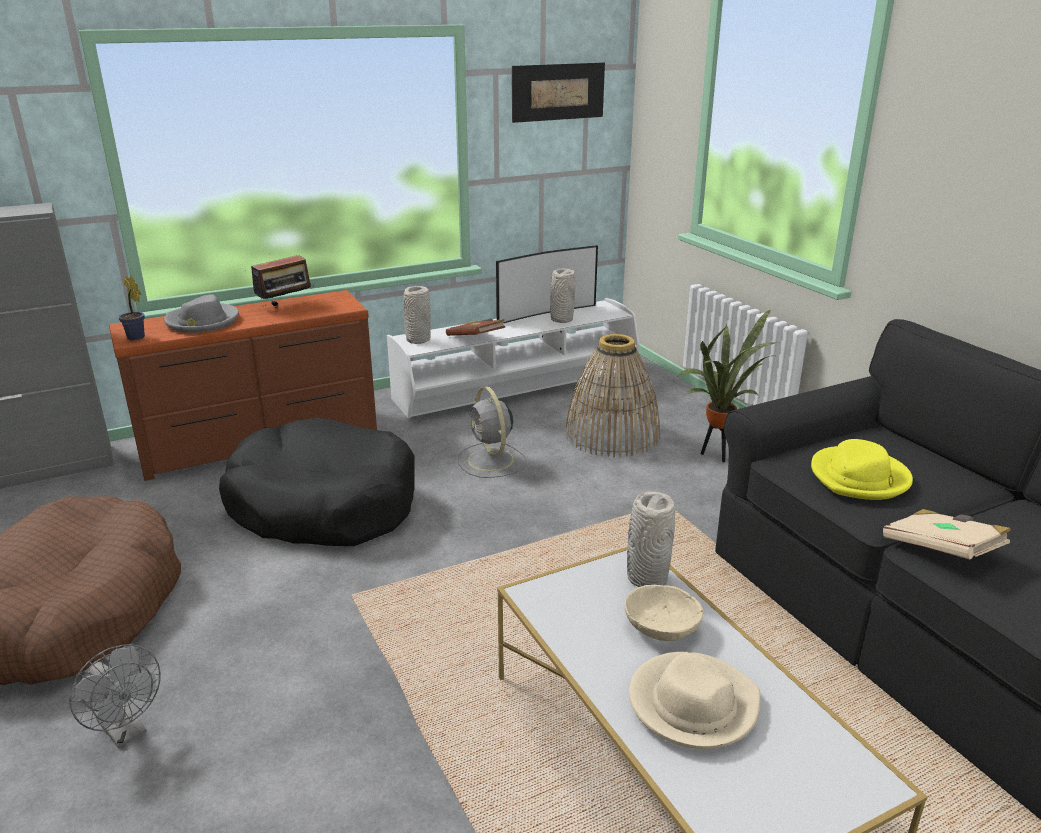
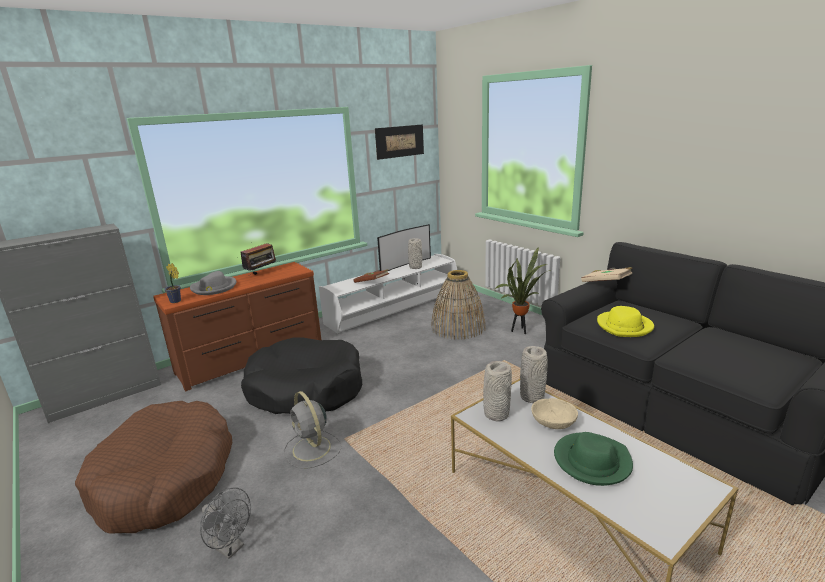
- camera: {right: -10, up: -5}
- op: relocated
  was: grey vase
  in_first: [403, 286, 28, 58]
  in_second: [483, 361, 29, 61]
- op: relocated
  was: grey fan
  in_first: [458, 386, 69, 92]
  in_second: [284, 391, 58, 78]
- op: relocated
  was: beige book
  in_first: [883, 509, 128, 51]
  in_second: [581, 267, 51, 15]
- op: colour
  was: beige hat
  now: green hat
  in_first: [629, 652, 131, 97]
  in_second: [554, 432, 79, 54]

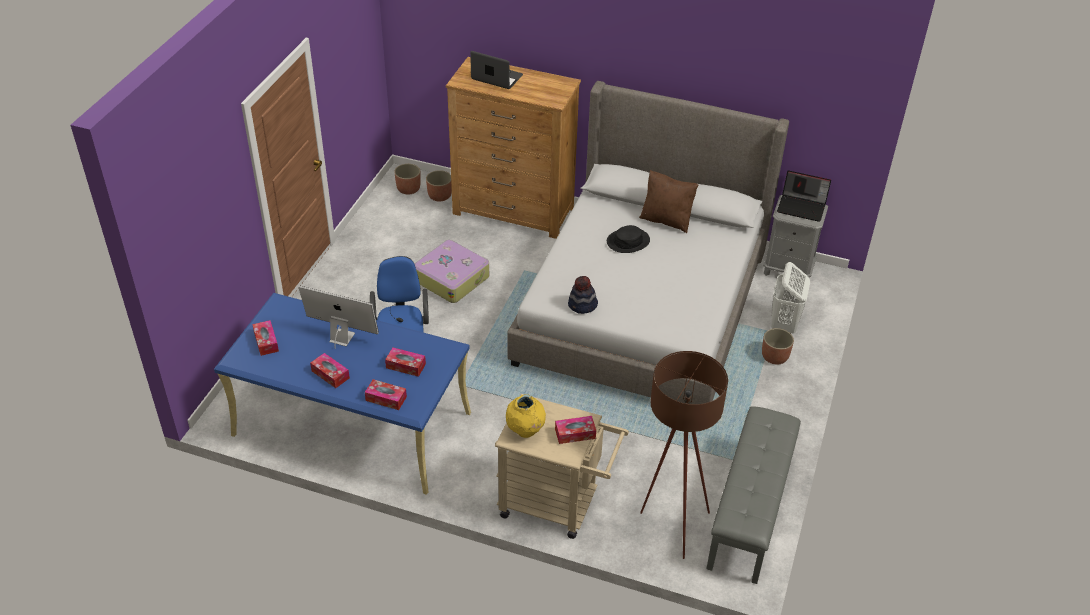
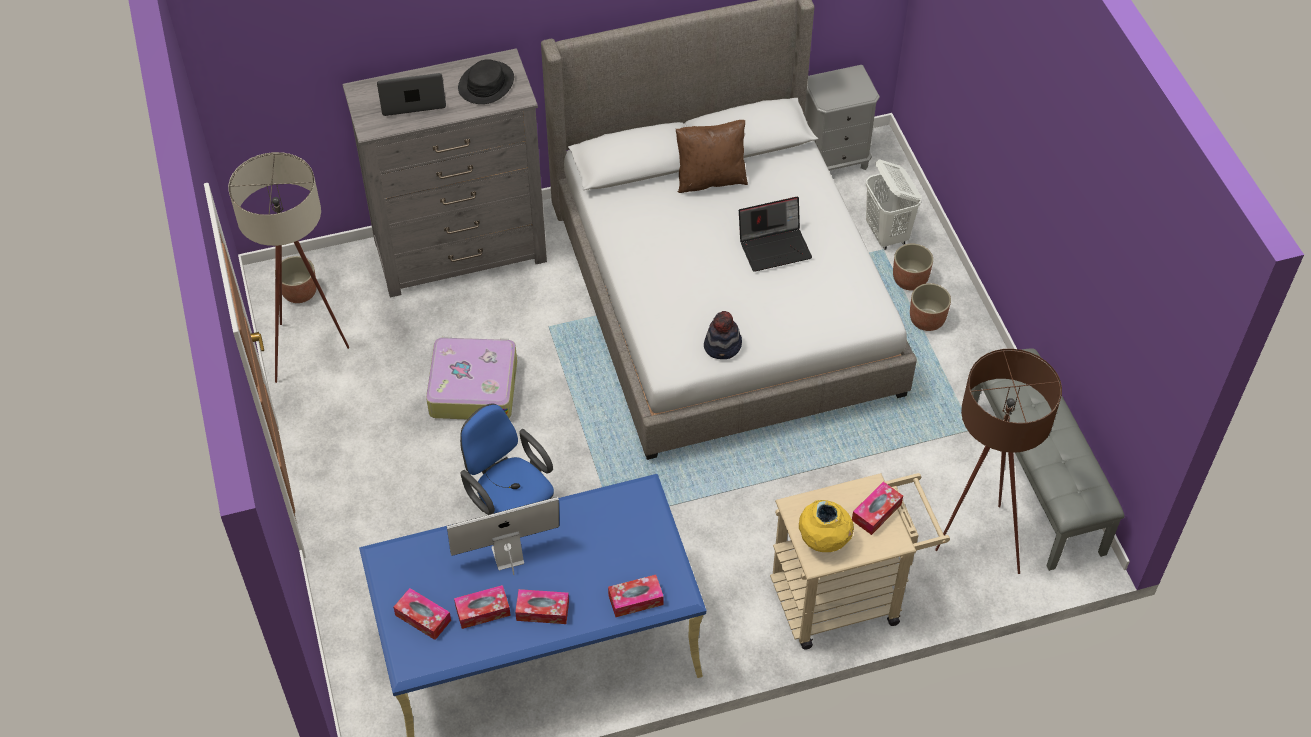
- camera: {right: -35, up: 10}
- op: appeared
  now: beige floor lamp
  in_second: [228, 152, 121, 231]
- op: relocated
  was: tissue box
  in_first: [385, 348, 41, 29]
  in_second: [454, 585, 57, 44]
- op: relocated
  was: planter
  in_first: [426, 170, 26, 32]
  in_second: [910, 283, 41, 48]
- op: relocated
  was: black hat
  in_first: [607, 225, 43, 28]
  in_second: [458, 59, 56, 45]
- op: relocated
  was: laptop
  in_first: [777, 171, 54, 51]
  in_second: [739, 197, 73, 75]
- op: colour
  was: brown dresser
  now: grey dresser
  in_first: [446, 57, 135, 182]
  in_second: [342, 48, 205, 250]

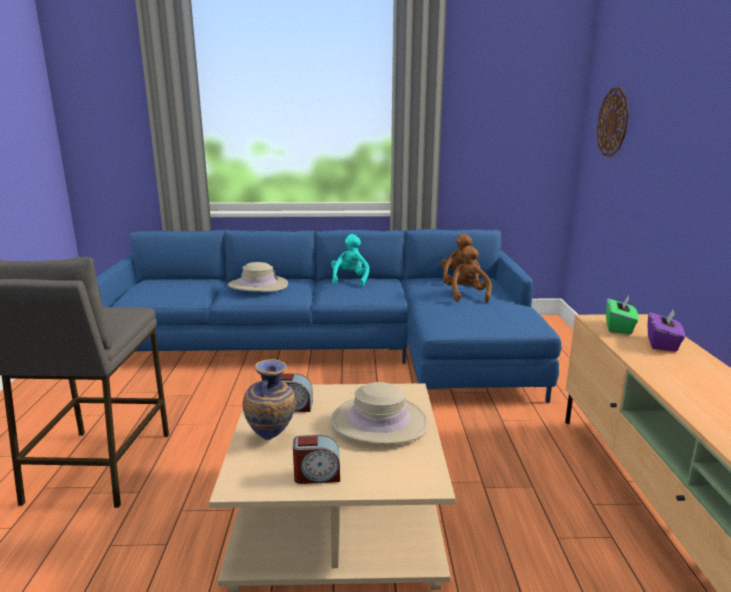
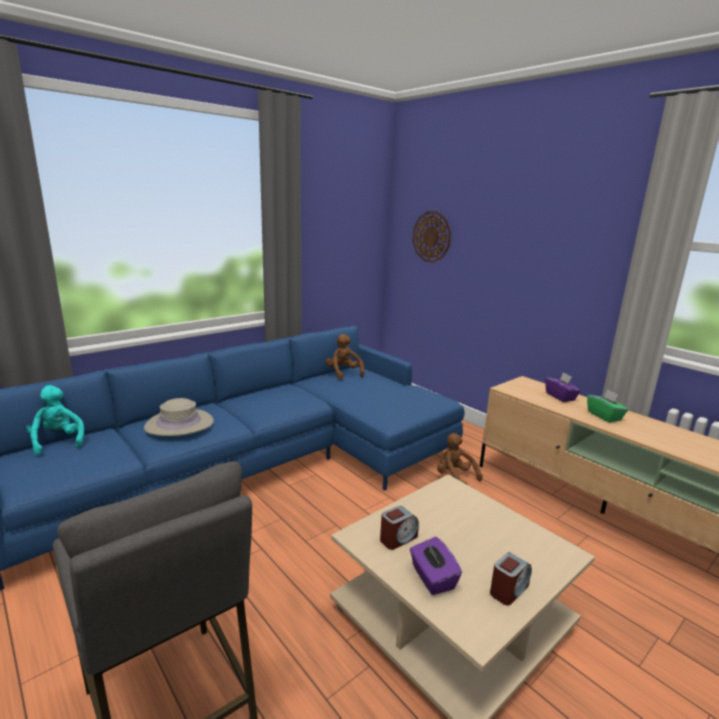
- camera: {right: -40, up: 0}
- op: missing
  was: beige hat
  in_first: [330, 382, 99, 63]
- op: relocated
  was: turquoise plush toy
  in_first: [331, 234, 38, 53]
  in_second: [26, 385, 58, 70]
- op: relocated
  was: brown plush toy
  in_first: [445, 246, 47, 57]
  in_second: [437, 433, 46, 51]
- op: relocated
  was: green tissue box
  in_first: [606, 295, 32, 39]
  in_second: [587, 389, 41, 34]
- op: exchanged
  was: vase
  now: purple tissue box
  in_first: [243, 359, 53, 81]
  in_second: [410, 537, 52, 58]

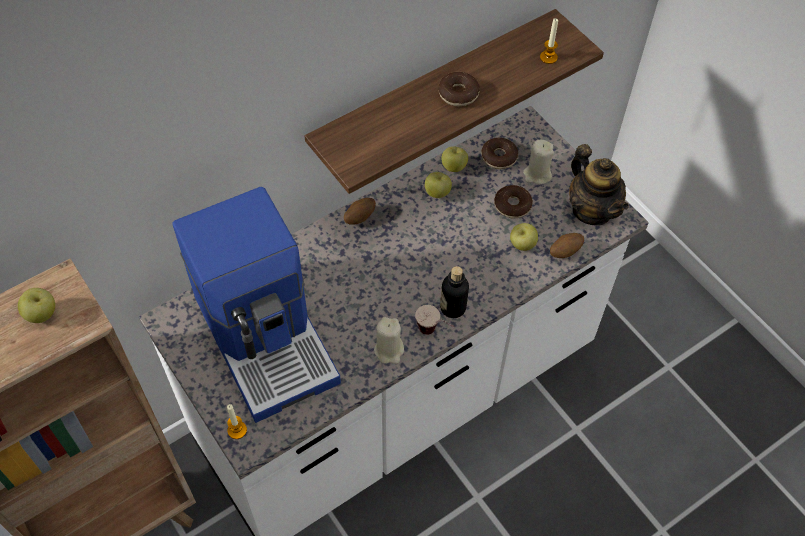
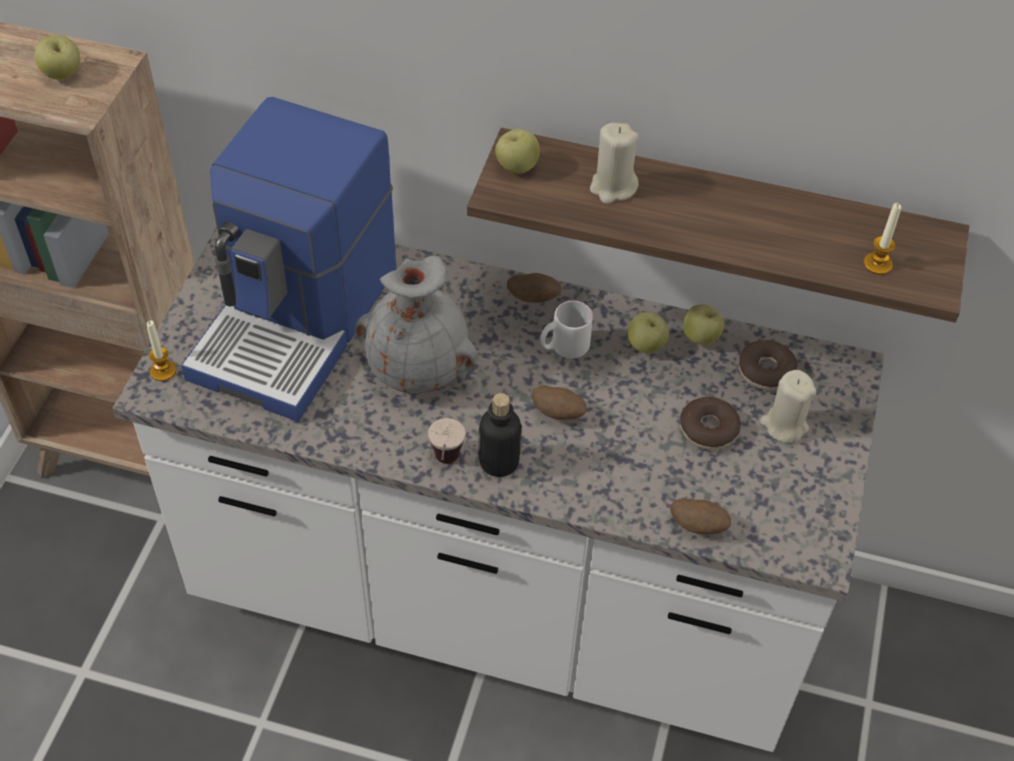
- camera: {right: 50, up: -5}
- op: missing
  was: donut
  in_first: [438, 72, 42, 34]
- op: missing
  was: teapot
  in_first: [569, 144, 60, 82]
- op: appeared
  now: grey vase
  in_second: [355, 256, 123, 138]
- op: appeared
  now: potato
  in_second: [532, 386, 55, 34]
- op: appeared
  now: white mug
  in_second: [541, 301, 52, 57]
- op: relocated
  was: beige candle
  in_first: [374, 317, 30, 47]
  in_second: [590, 123, 49, 81]
- op: relocated
  was: apple
  in_first: [510, 223, 28, 28]
  in_second: [495, 129, 45, 44]

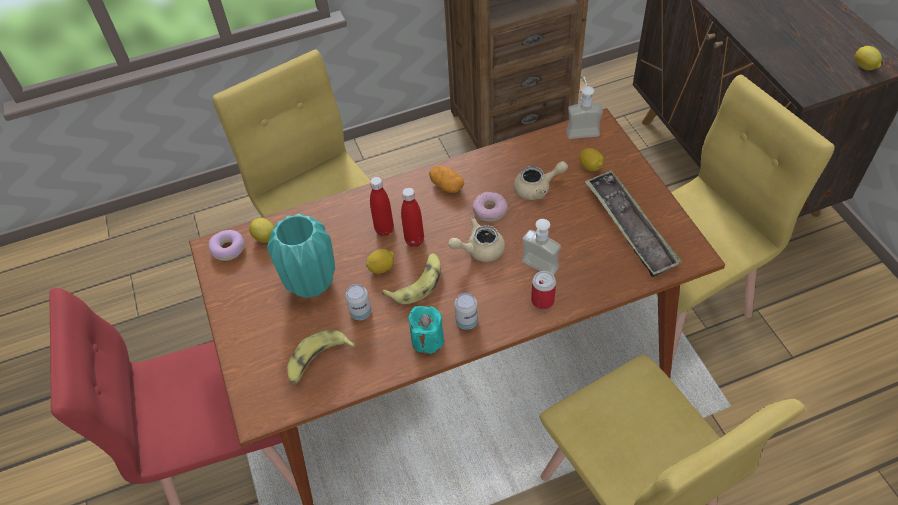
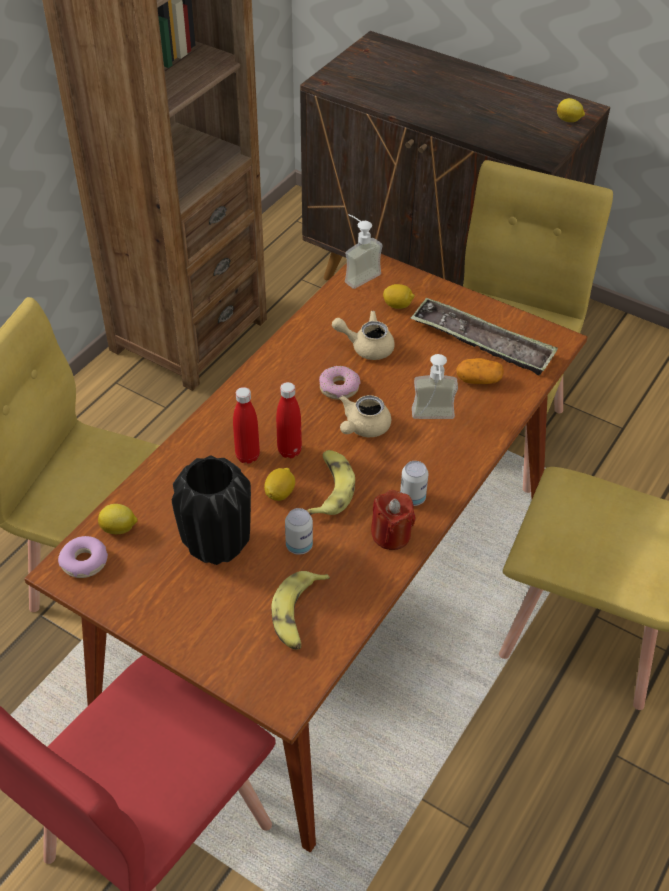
- camera: {right: -40, up: -5}
- op: missing
  was: can
  in_first: [531, 271, 25, 38]
- op: relocated
  was: potato
  in_first: [429, 166, 35, 27]
  in_second: [456, 358, 48, 26]
- op: colour
  was: turquoise vase
  now: black vase
  in_first: [267, 214, 68, 84]
  in_second: [172, 455, 79, 110]
- op: colour
  was: turquoise candle
  now: red candle
  in_first: [408, 306, 36, 49]
  in_second: [371, 490, 45, 60]
- op: spun
  was: beige teapot
  in_first: [514, 161, 54, 39]
  in_second: [332, 311, 63, 49]
  clockwise: -120

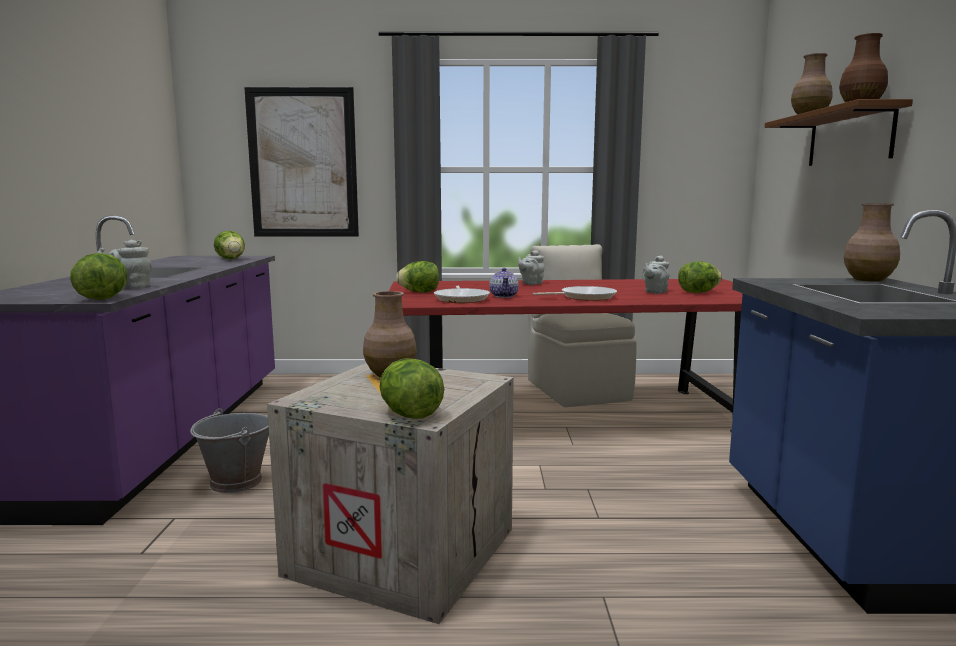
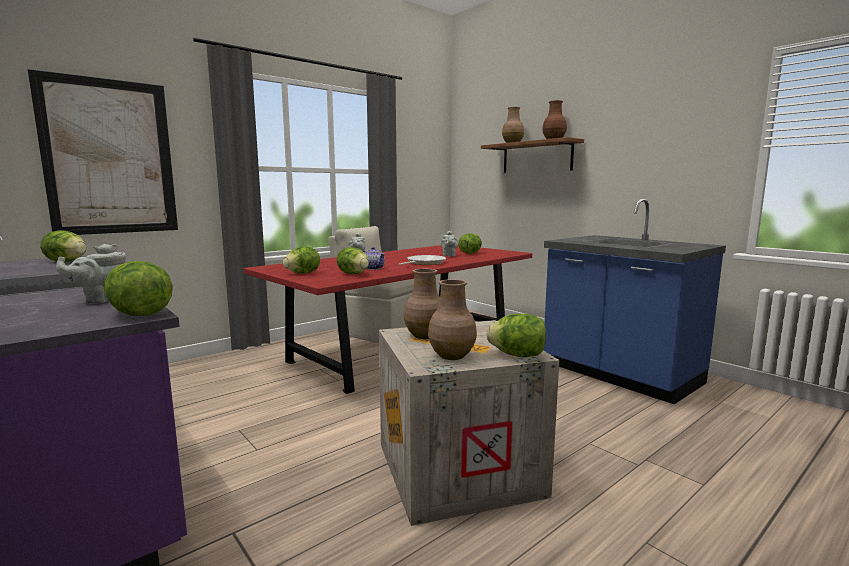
- camera: {right: -40, up: 0}
- op: missing
  was: grey bucket
  in_first: [190, 408, 79, 85]
- op: relocated
  was: brown vase
  in_first: [844, 204, 56, 78]
  in_second: [428, 279, 49, 81]
- op: exchanged
  was: frying pan
  now: lettuce
  in_first: [434, 285, 56, 18]
  in_second: [337, 247, 32, 27]

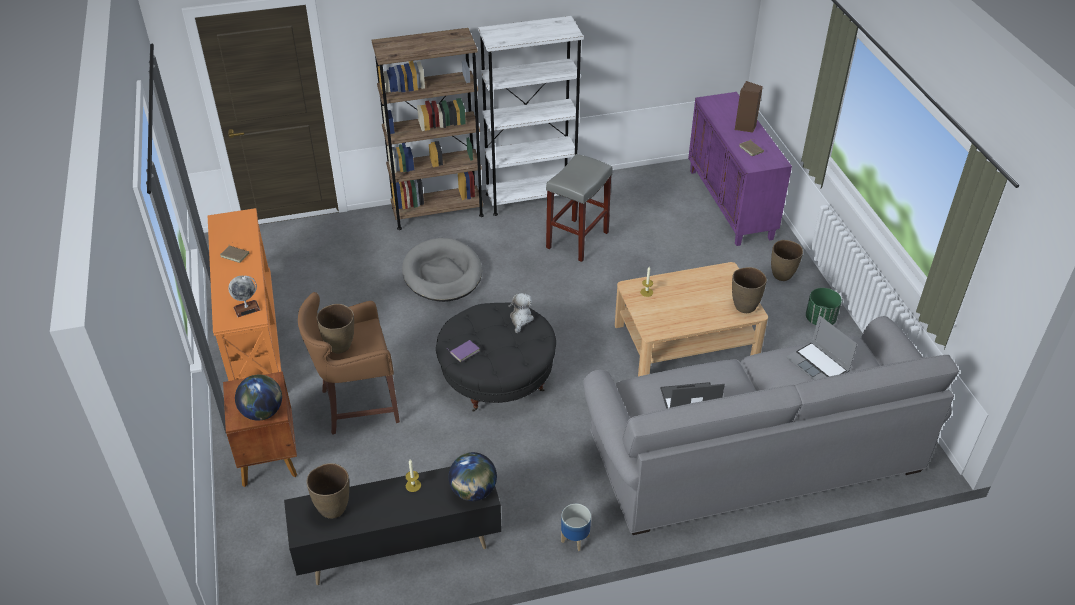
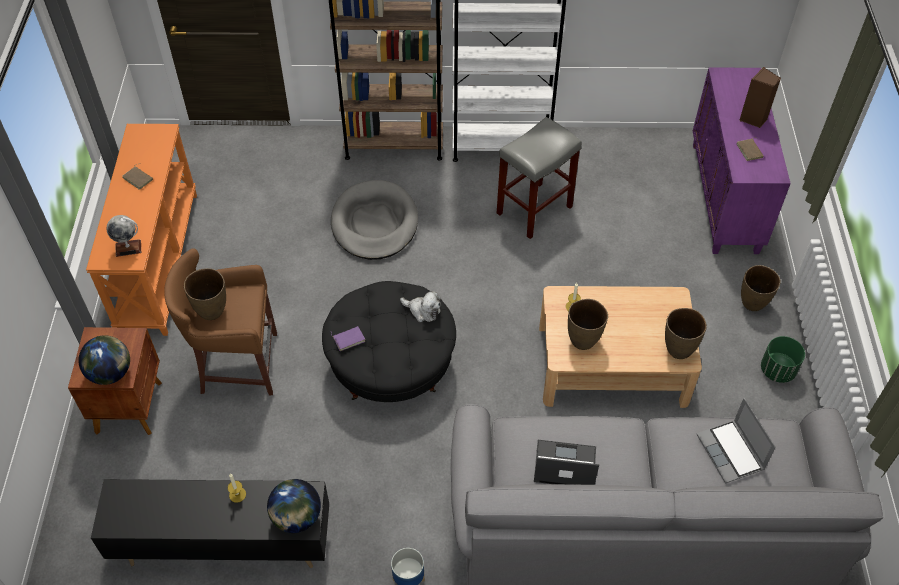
- camera: {right: 15, up: 10}
- op: relocated
  was: brown vase
  in_first: [307, 463, 42, 56]
  in_second: [568, 299, 40, 51]
- op: spun
  was: plush toy
  in_first: [508, 293, 26, 40]
  in_second: [400, 291, 41, 31]
  clockwise: 90

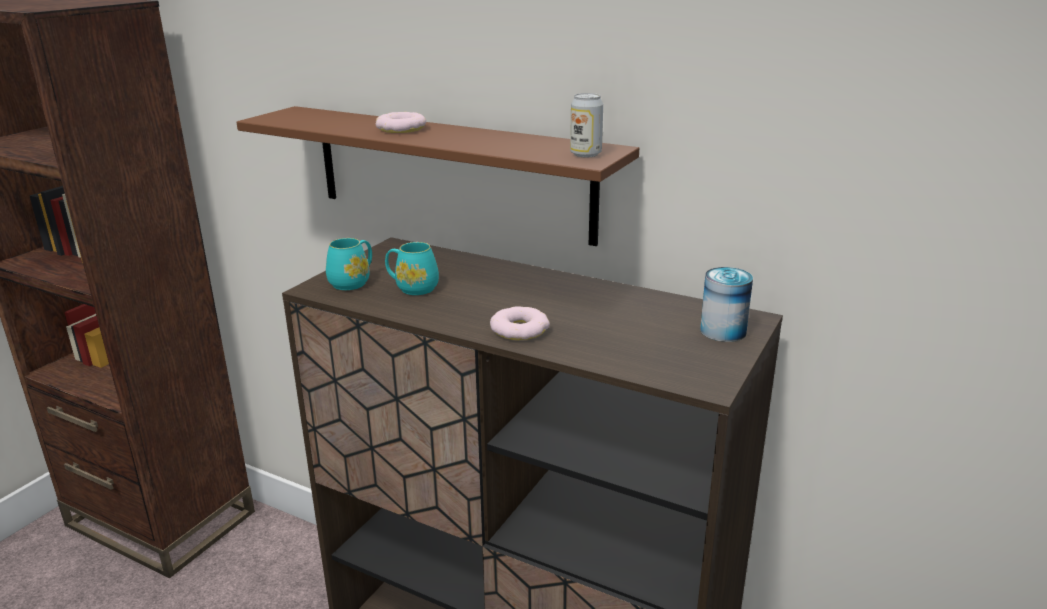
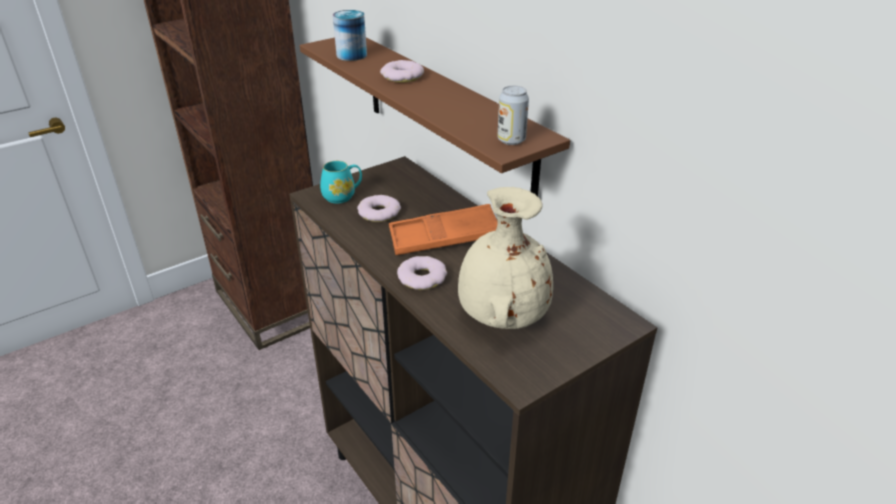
- camera: {right: 25, up: 10}
- op: appeared
  now: orange tray
  in_second: [389, 204, 109, 51]
- op: appeared
  now: beige vase
  in_second: [458, 187, 95, 142]
- op: relocated
  was: can
  in_first: [700, 267, 53, 75]
  in_second: [333, 10, 34, 51]
- op: exchanged
  was: turquoise mug
  now: donut
  in_first: [385, 242, 54, 53]
  in_second: [357, 195, 44, 27]

